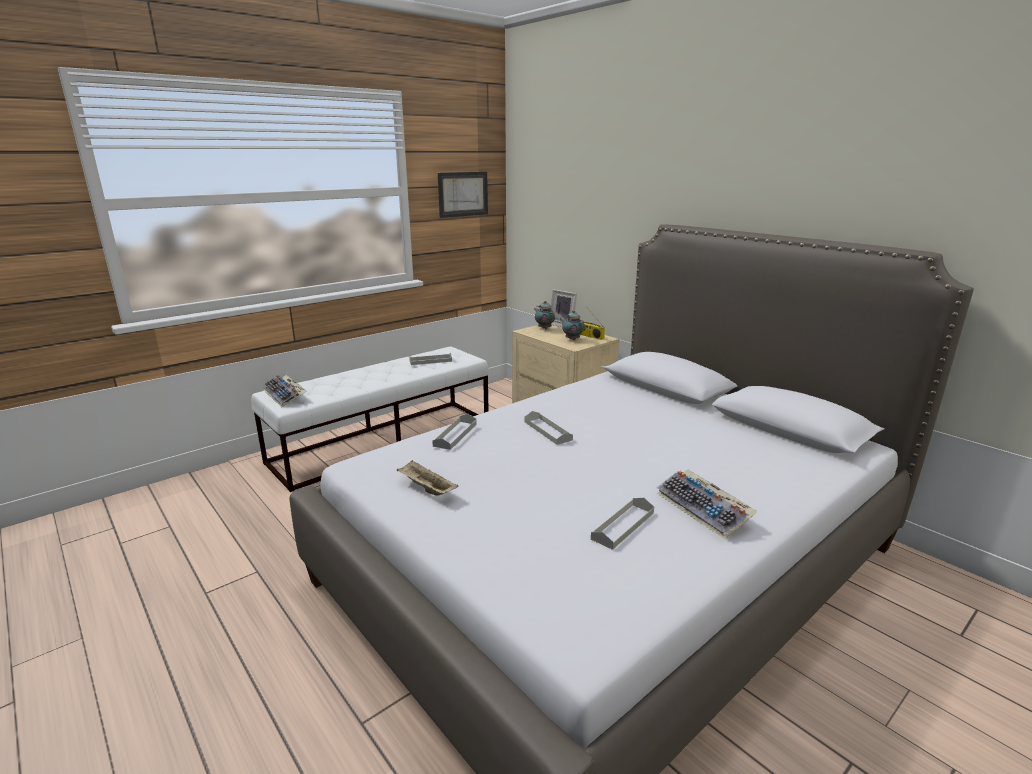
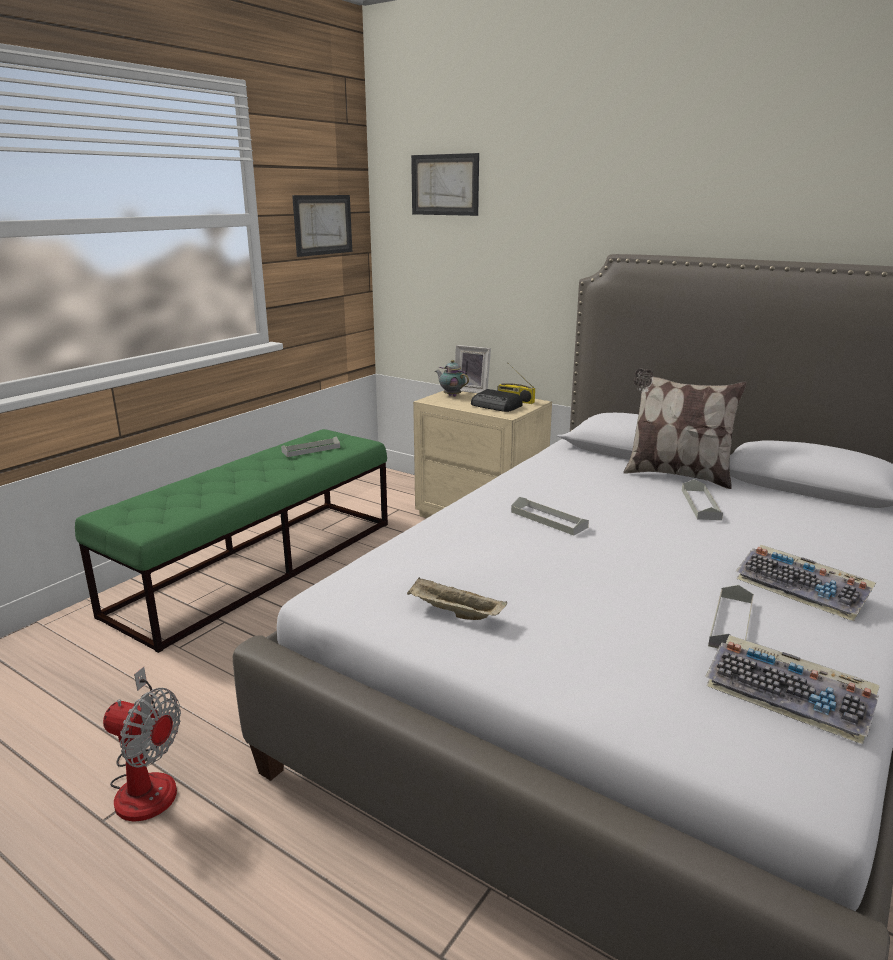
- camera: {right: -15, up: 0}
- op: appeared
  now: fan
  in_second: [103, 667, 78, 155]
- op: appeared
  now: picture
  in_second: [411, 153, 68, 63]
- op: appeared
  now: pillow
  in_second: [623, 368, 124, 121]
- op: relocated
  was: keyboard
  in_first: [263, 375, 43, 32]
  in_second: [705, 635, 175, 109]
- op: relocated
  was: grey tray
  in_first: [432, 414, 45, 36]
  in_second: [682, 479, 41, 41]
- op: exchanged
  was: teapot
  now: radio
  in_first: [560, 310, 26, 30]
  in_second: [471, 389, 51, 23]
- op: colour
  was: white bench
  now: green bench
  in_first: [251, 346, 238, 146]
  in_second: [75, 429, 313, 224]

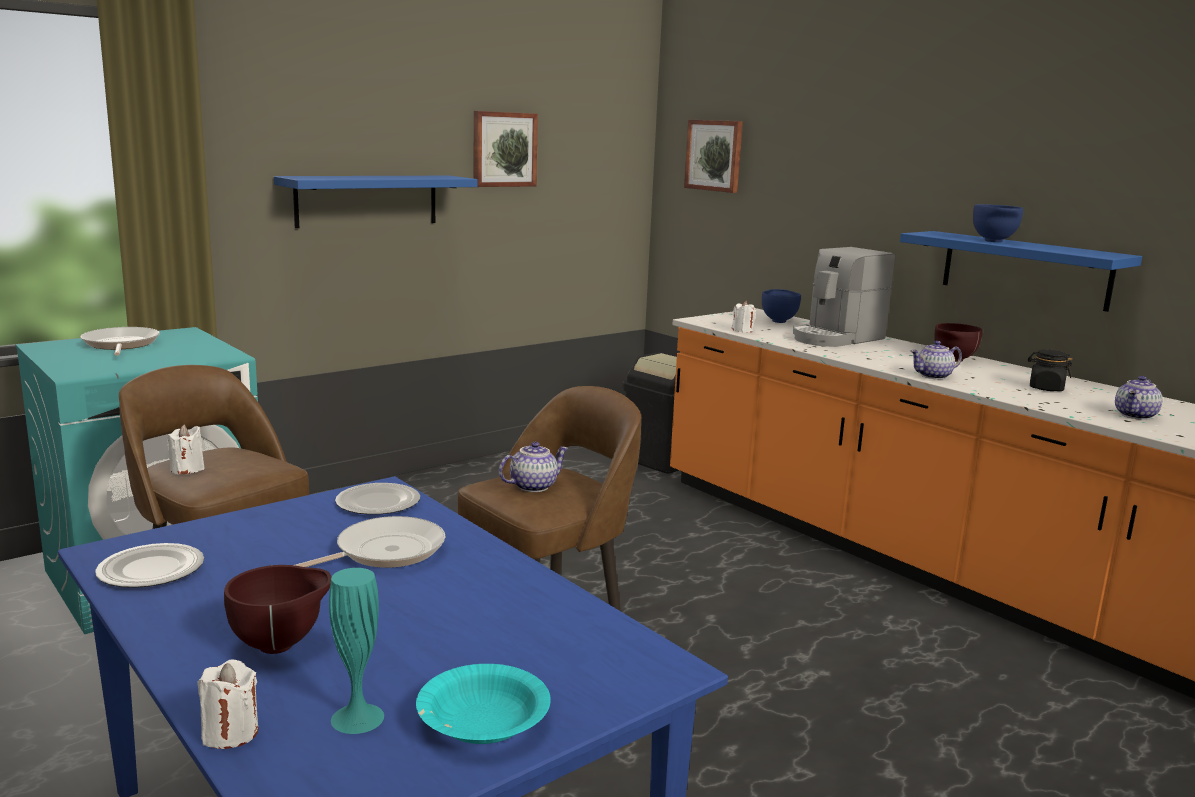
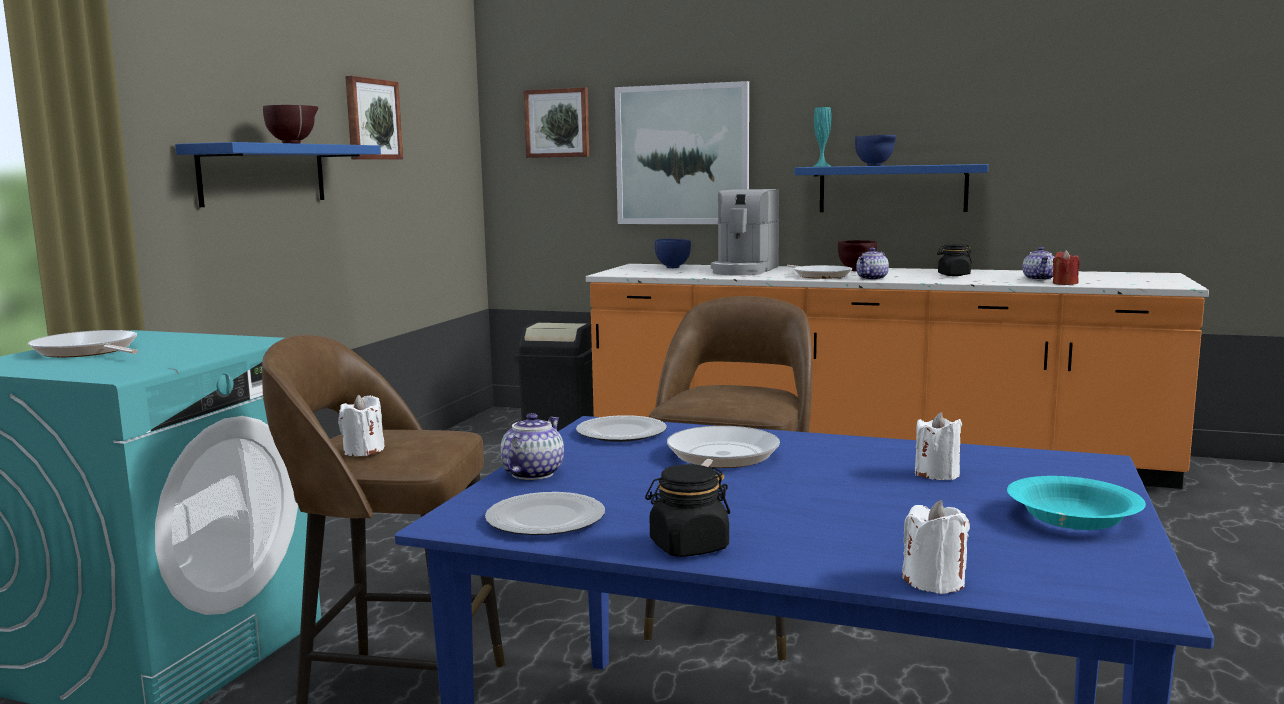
- camera: {right: -30, up: -5}
- op: appeared
  now: picture
  in_second: [615, 81, 134, 143]
- op: appeared
  now: black jar
  in_second: [645, 464, 85, 93]
- op: appeared
  now: frying pan
  in_second: [787, 265, 65, 14]
- op: appeared
  now: red candle
  in_second: [1053, 250, 27, 35]
- op: relocated
  was: brown bowl
  in_first: [224, 565, 107, 89]
  in_second: [263, 105, 55, 39]
- op: relocated
  was: turquoise vase
  in_first: [329, 568, 55, 166]
  in_second: [812, 107, 19, 60]
- op: relocated
  was: teapot
  in_first: [499, 442, 69, 50]
  in_second: [500, 413, 64, 67]
- op: relocated
  was: white candle
  in_first: [732, 301, 24, 32]
  in_second: [915, 412, 47, 68]

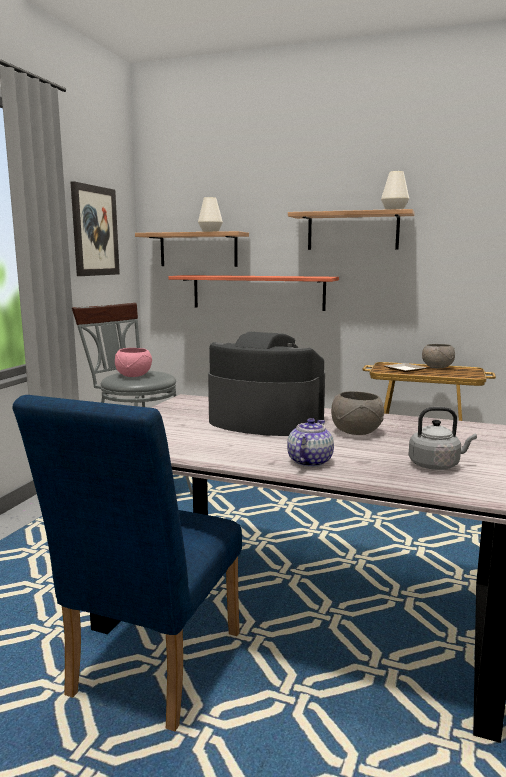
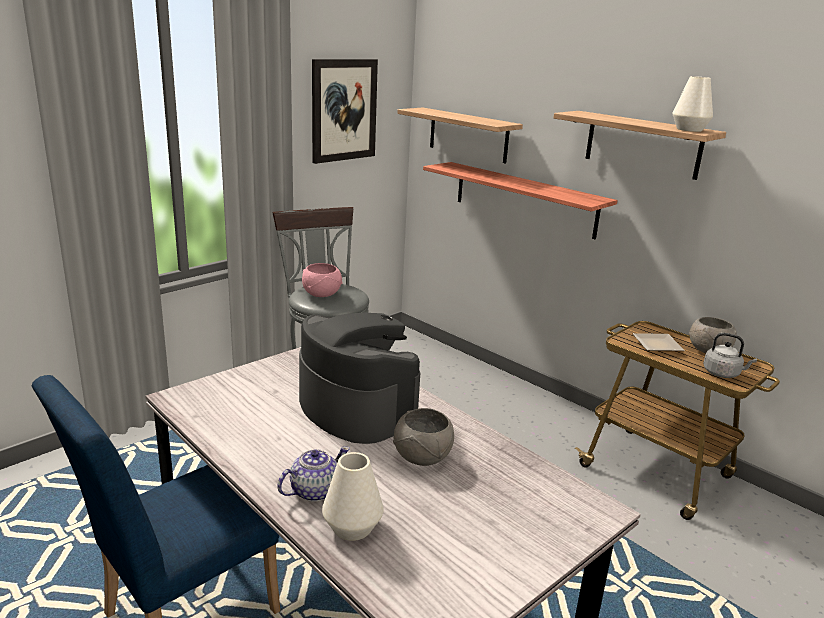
- camera: {right: 25, up: 10}
- op: relocated
  was: white vase
  in_first: [198, 197, 25, 35]
  in_second: [322, 452, 62, 89]
- op: relocated
  was: grey kettle
  in_first: [408, 407, 69, 63]
  in_second: [703, 333, 54, 45]

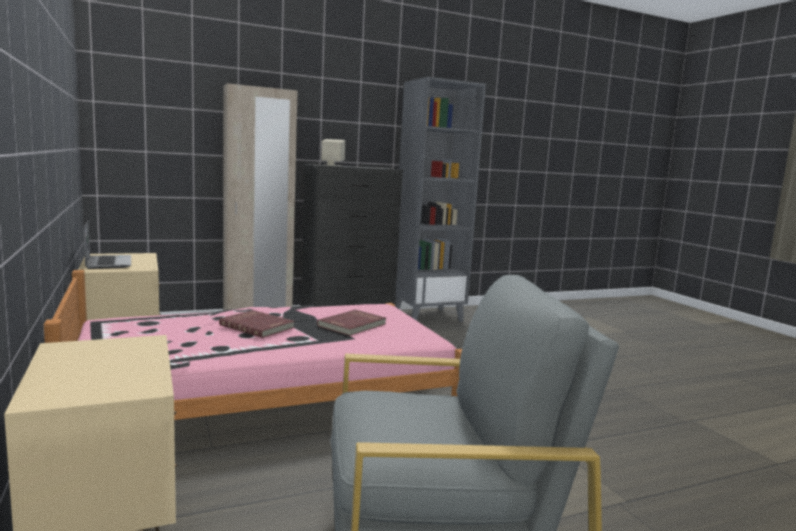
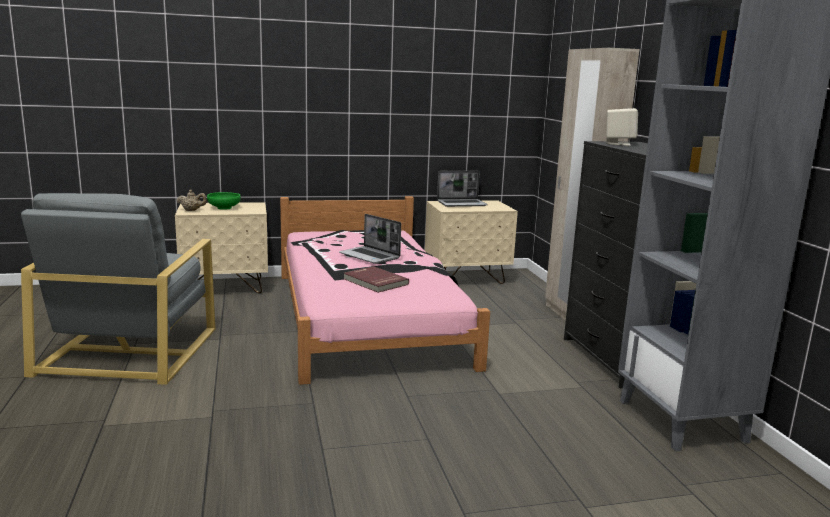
- camera: {right: 100, up: 5}
- op: appeared
  now: beige teapot
  in_second: [176, 190, 31, 21]
- op: appeared
  now: green bowl
  in_second: [207, 192, 34, 18]
- op: exchanged
  was: red book
  now: laptop
  in_first: [219, 310, 76, 28]
  in_second: [339, 214, 62, 50]

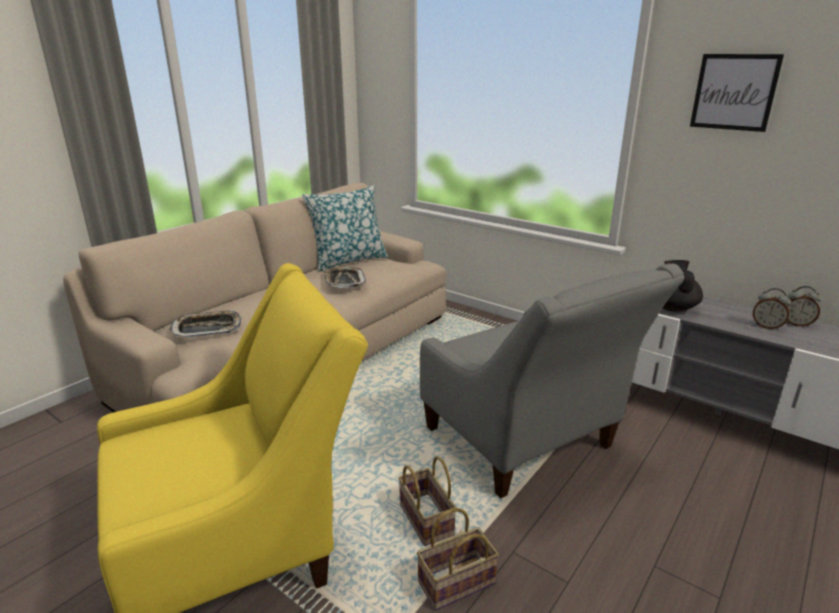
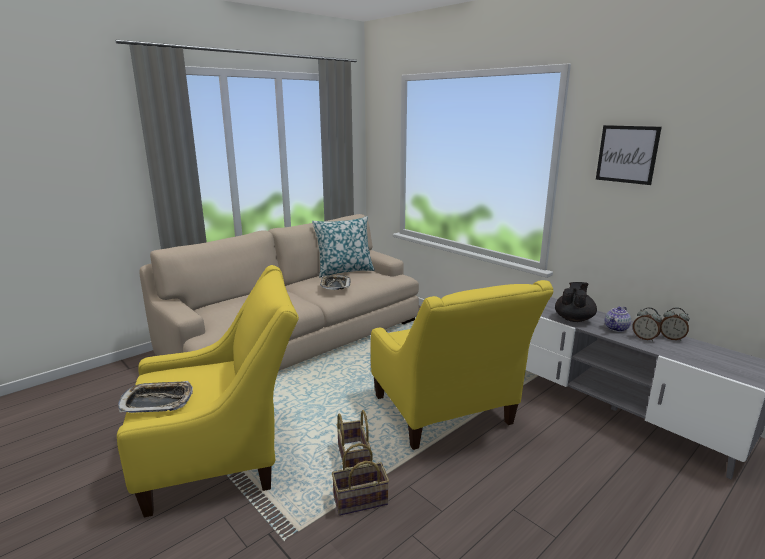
- camera: {right: 10, up: -5}
- op: appeared
  now: teapot
  in_second: [605, 307, 26, 25]
- op: relocated
  was: tray
  in_first: [170, 309, 72, 29]
  in_second: [118, 381, 75, 32]
- op: colour
  was: grey armchair
  now: yellow armchair
  in_first: [420, 263, 265, 235]
  in_second: [371, 280, 182, 170]

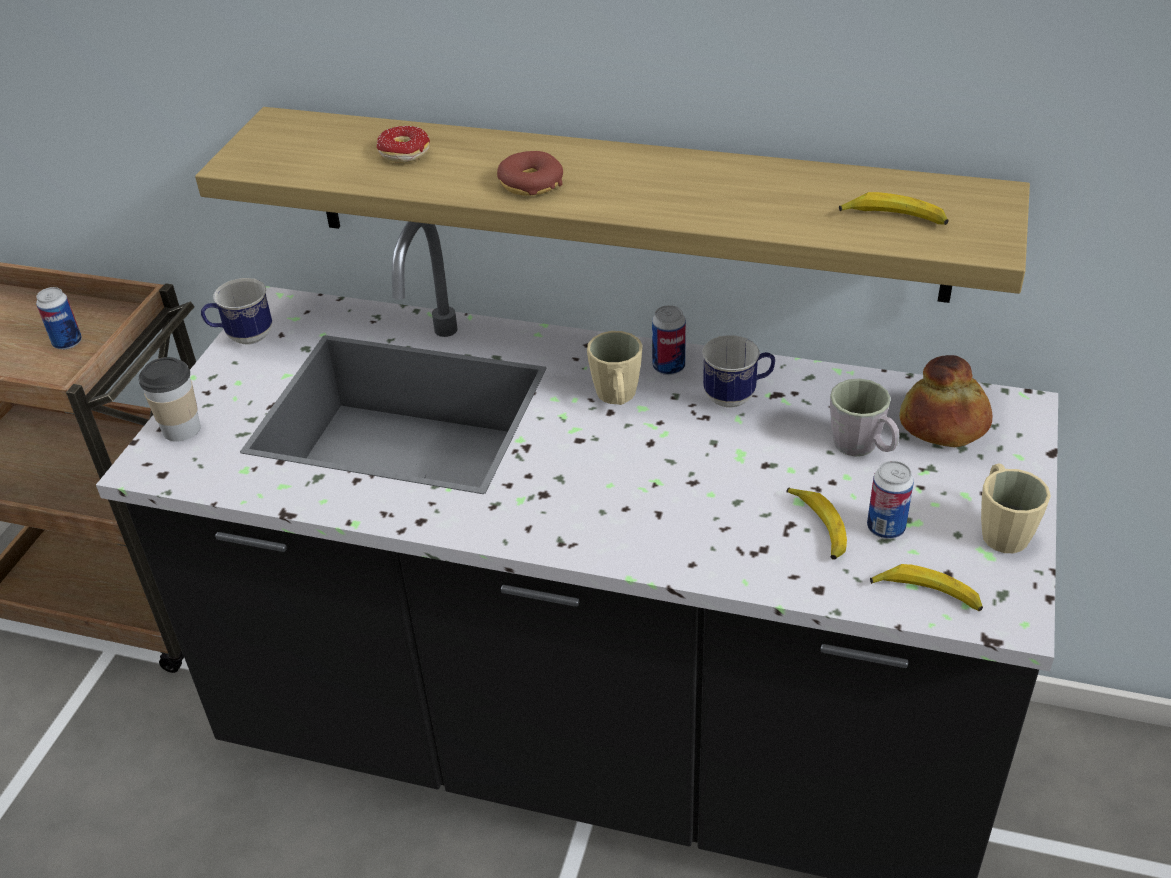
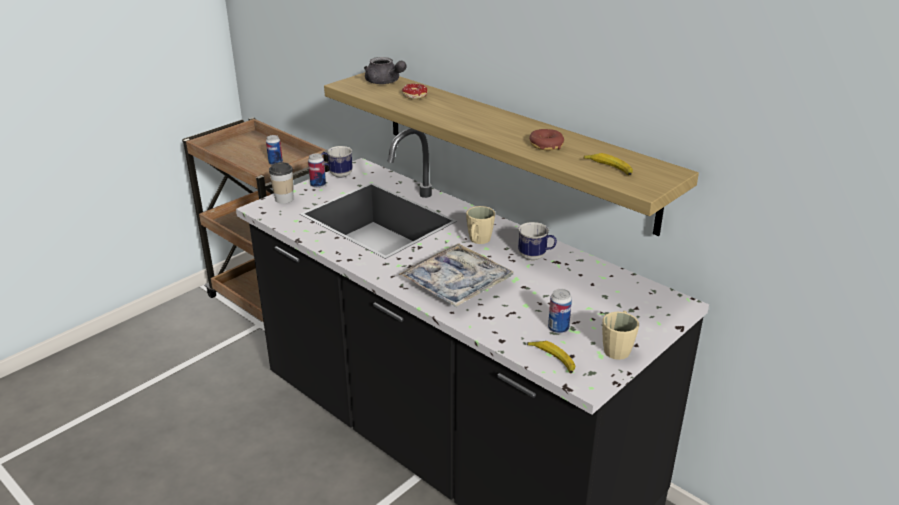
- camera: {right: 25, up: -10}
- op: missing
  was: banana
  in_first: [786, 488, 61, 72]
- op: missing
  was: grey mug
  in_first: [830, 378, 69, 79]
- op: missing
  was: bread
  in_first: [899, 355, 93, 92]
- op: appeared
  now: grey teapot
  in_second: [364, 57, 43, 27]
- op: appeared
  now: tray
  in_second: [399, 243, 114, 64]
- op: relocated
  was: donut
  in_first: [497, 151, 66, 45]
  in_second: [529, 129, 35, 21]
- op: relocated
  was: can
  in_first: [652, 305, 34, 70]
  in_second: [308, 153, 18, 35]

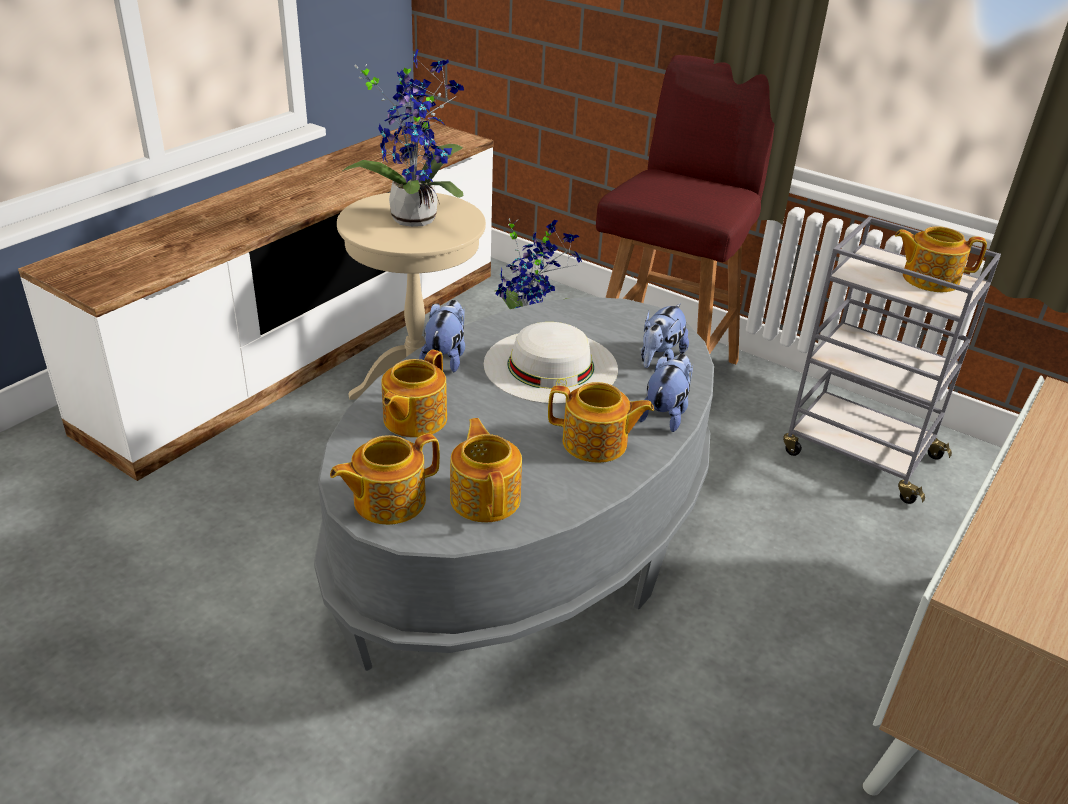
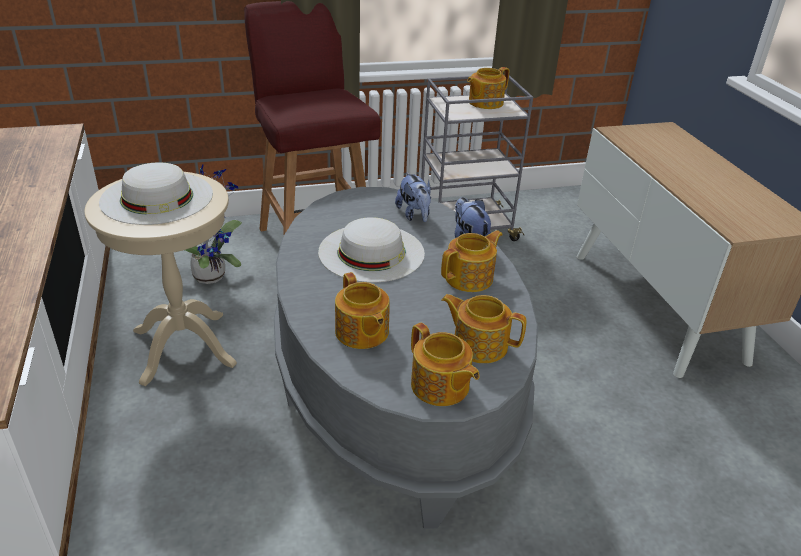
- camera: {right: -50, up: 0}
- op: missing
  was: plush toy
  in_first: [419, 300, 46, 72]
- op: exchanged
  was: potted plant
  now: white hat
  in_first: [343, 49, 121, 178]
  in_second: [99, 162, 114, 63]
- op: spun
  was: teapot
  in_first: [330, 434, 110, 91]
  in_second: [411, 323, 69, 83]
  clockwise: -45

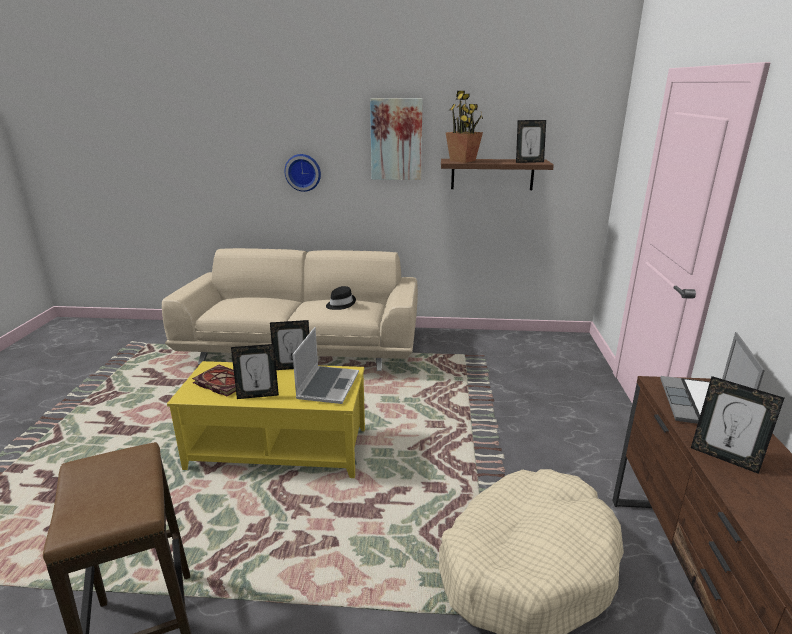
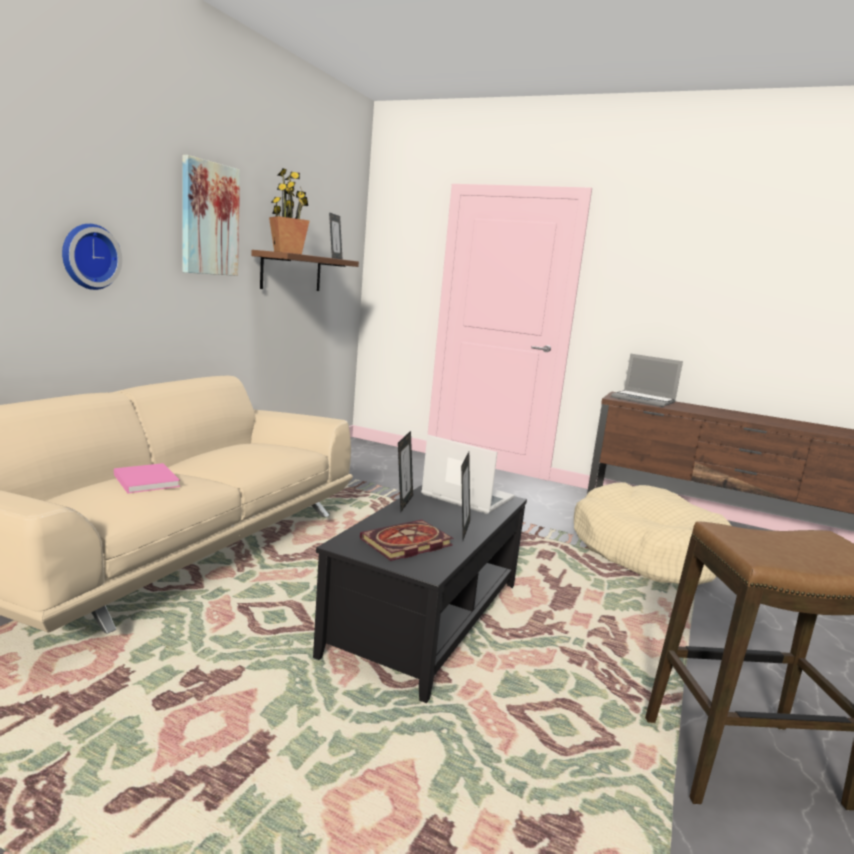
- camera: {right: -70, up: -10}
- op: missing
  was: black hat
  in_first: [326, 286, 30, 24]
- op: missing
  was: picture frame
  in_first: [691, 376, 93, 98]
- op: appeared
  now: pink book
  in_second: [114, 463, 66, 30]
- op: colour
  was: yellow coffee table
  now: black coffee table
  in_first: [167, 361, 198, 117]
  in_second: [313, 485, 214, 218]

